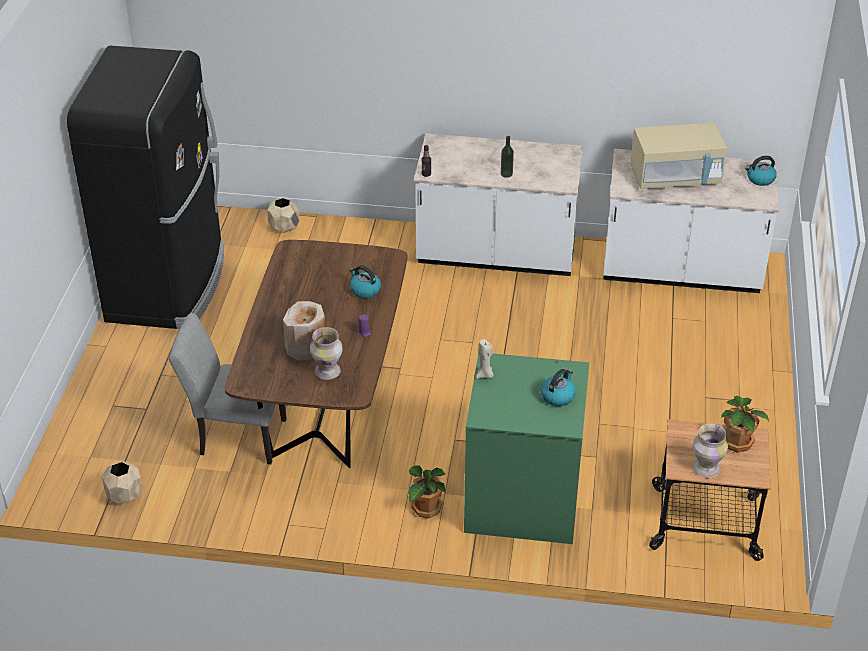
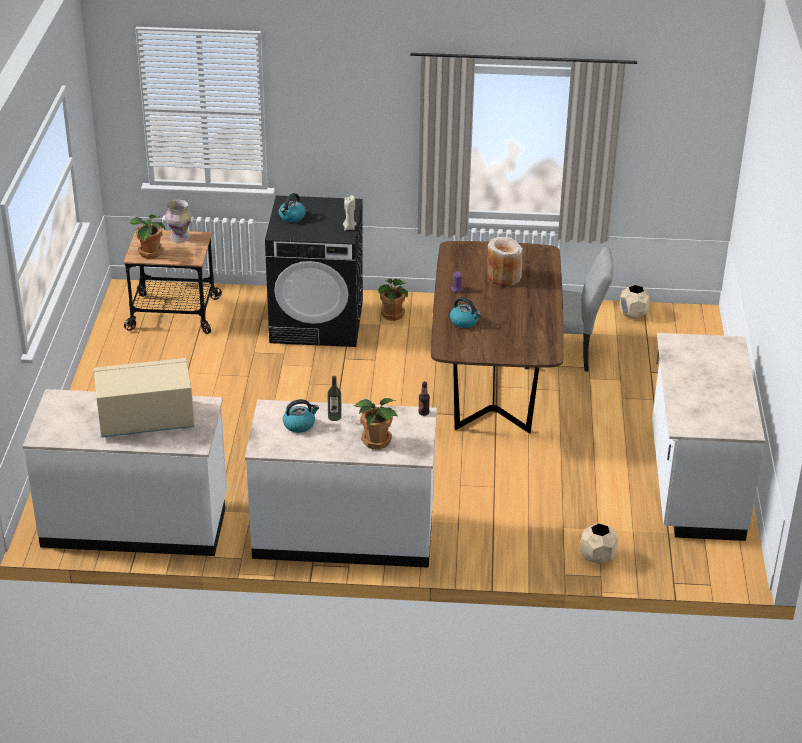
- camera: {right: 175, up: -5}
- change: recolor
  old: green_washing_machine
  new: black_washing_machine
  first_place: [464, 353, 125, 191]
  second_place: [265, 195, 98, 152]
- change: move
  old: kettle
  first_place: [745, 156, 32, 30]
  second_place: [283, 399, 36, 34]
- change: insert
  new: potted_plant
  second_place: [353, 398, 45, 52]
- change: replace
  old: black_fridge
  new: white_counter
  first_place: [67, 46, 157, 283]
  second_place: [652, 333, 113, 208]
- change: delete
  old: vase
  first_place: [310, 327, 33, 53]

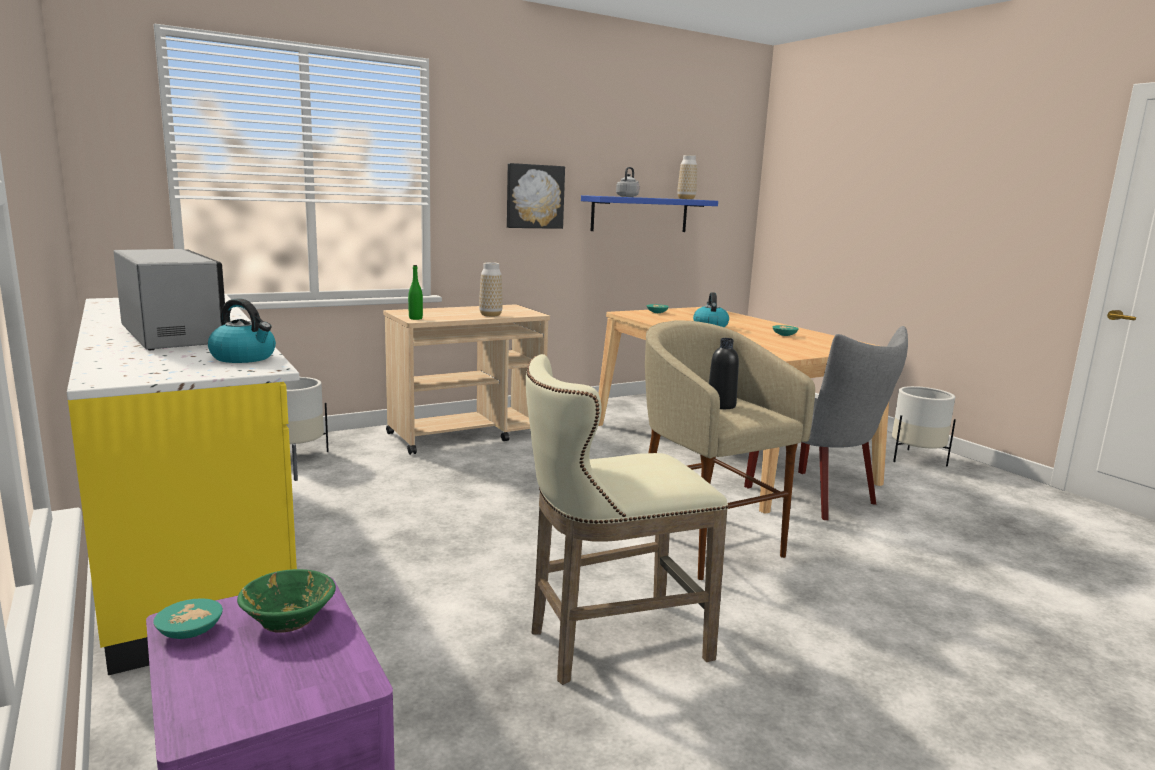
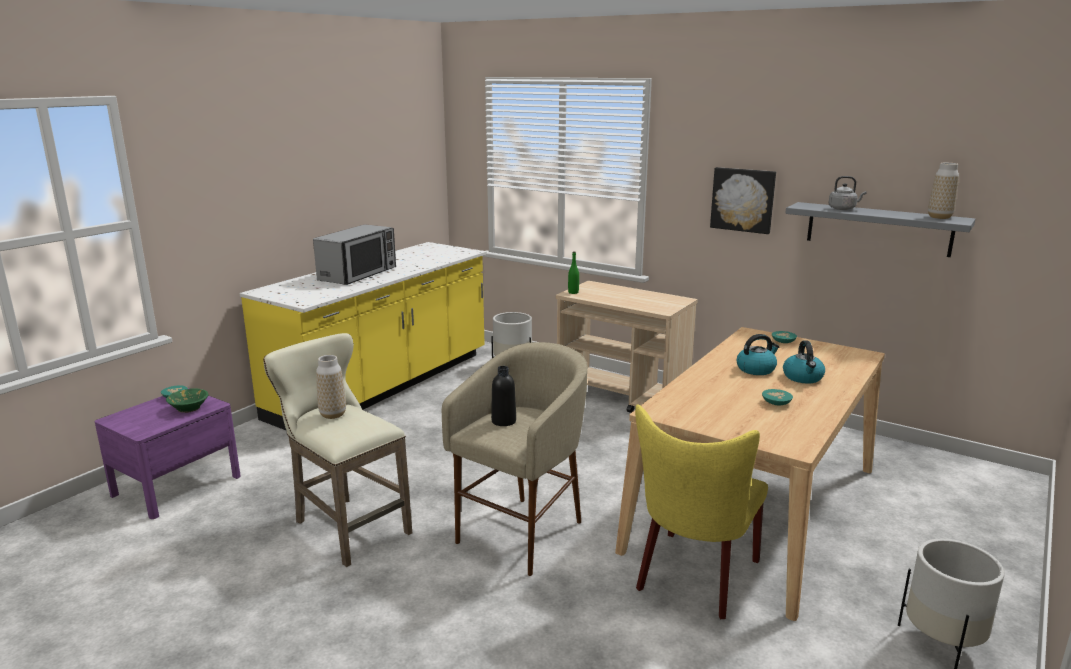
- camera: {right: 65, up: 5}
- change: move
  old: vase
  first_place: [479, 262, 24, 55]
  second_place: [316, 355, 30, 64]
- change: recolor
  old: grey_chair
  new: yellow_chair
  first_place: [744, 326, 164, 194]
  second_place: [635, 404, 133, 215]
- change: move
  old: kettle
  first_place: [208, 298, 68, 65]
  second_place: [783, 340, 42, 43]
- change: recolor
  old: blue_shelf
  new: grey_shelf
  first_place: [581, 195, 137, 37]
  second_place: [785, 202, 190, 55]

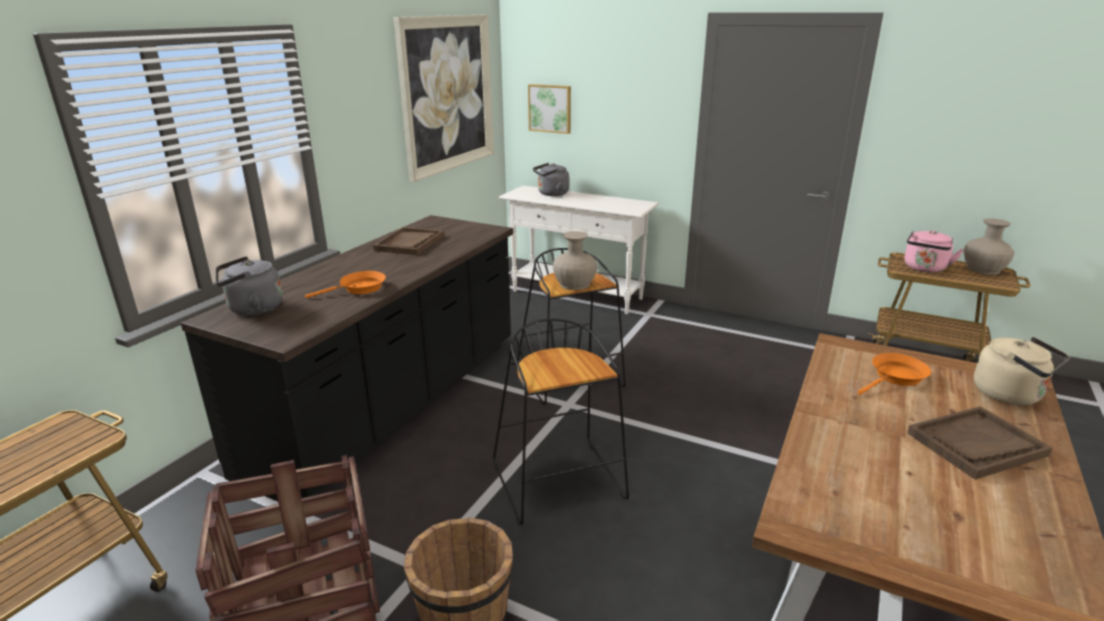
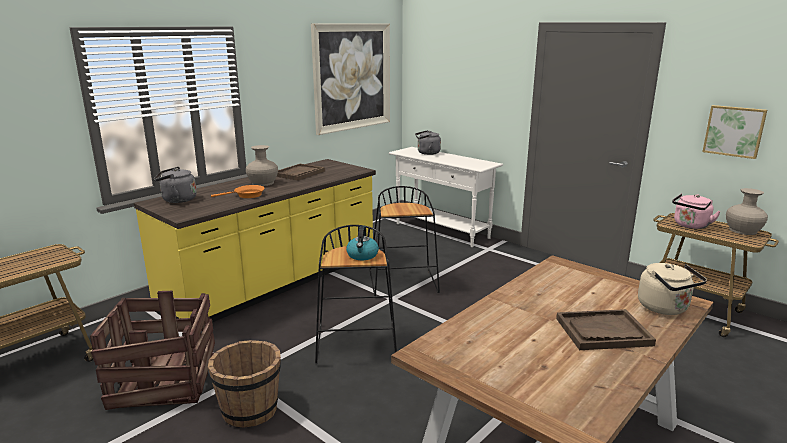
- camera: {right: 15, up: -5}
- change: recolor
  old: black_counter
  new: yellow_counter
  first_place: [181, 215, 332, 287]
  second_place: [134, 159, 242, 163]
- change: move
  old: beige_vase
  first_place: [553, 231, 44, 59]
  second_place: [246, 145, 32, 41]
- change: insert
  new: kettle
  second_place: [346, 226, 33, 34]
- change: move
  old: picture
  first_place: [528, 84, 43, 50]
  second_place: [702, 105, 65, 54]
- change: delete
  old: orange_frying_pan
  first_place: [858, 353, 73, 42]

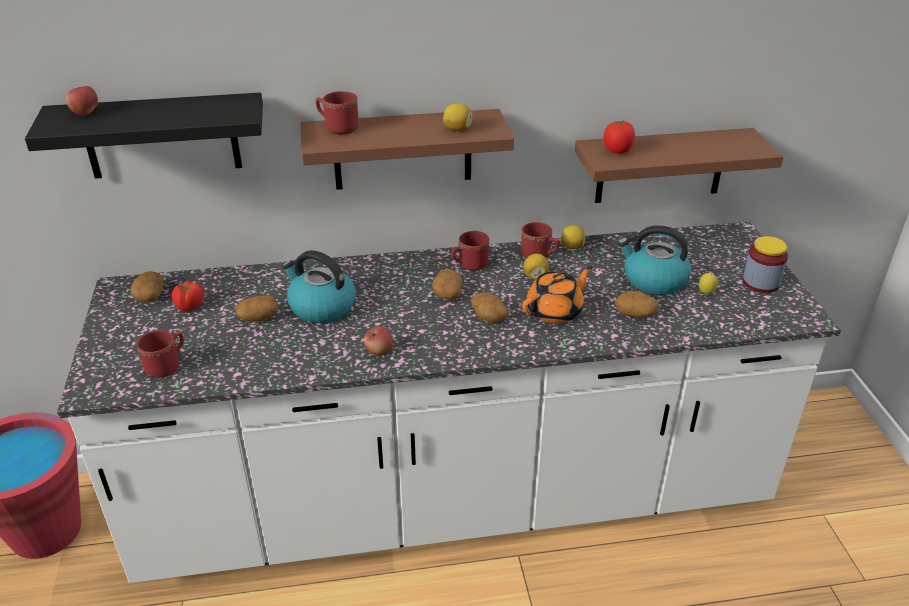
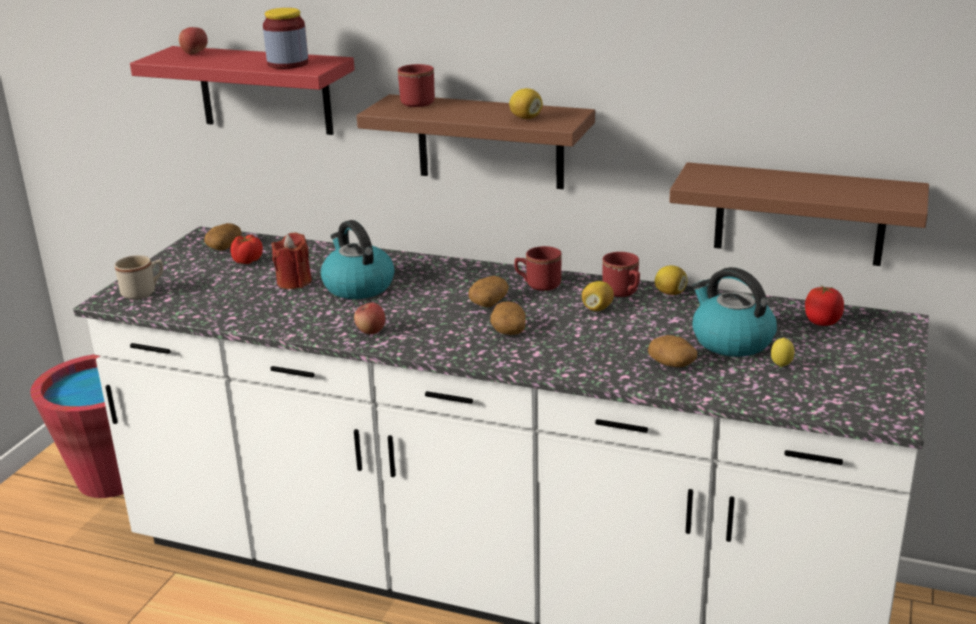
- camera: {right: 30, up: -10}
- change: insert
  new: beige_mug
  second_place: [114, 255, 49, 45]
- change: recolor
  old: black_shelf
  new: red_shelf
  first_place: [25, 93, 238, 86]
  second_place: [130, 46, 225, 89]
- change: move
  old: jar
  first_place: [743, 236, 45, 57]
  second_place: [263, 8, 45, 61]
- change: replace
  old: potato
  new: red_candle
  first_place: [236, 295, 42, 27]
  second_place: [272, 232, 40, 57]
- change: move
  old: tomato
  first_place: [603, 120, 32, 34]
  second_place: [805, 285, 39, 41]
- change: delete
  old: red_mug
  first_place: [137, 330, 47, 48]
- change: delete
  old: orange_teapot
  first_place: [522, 266, 71, 58]

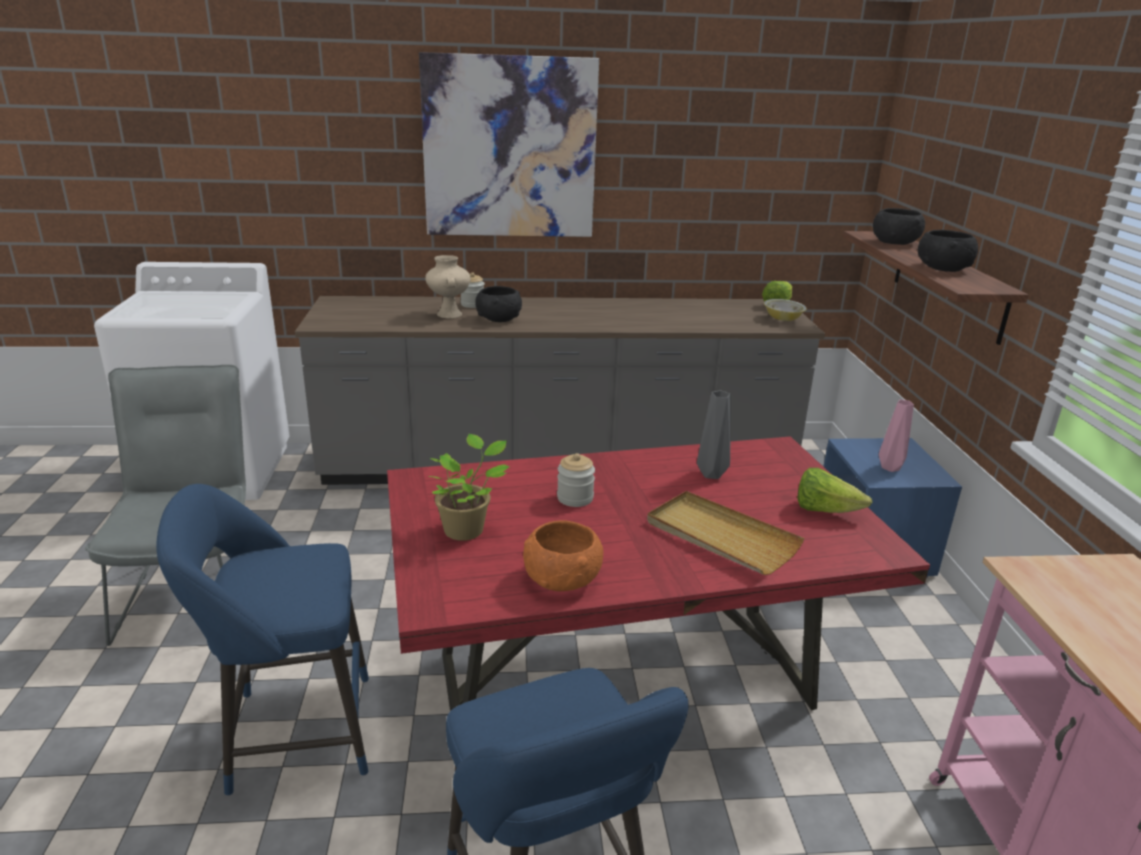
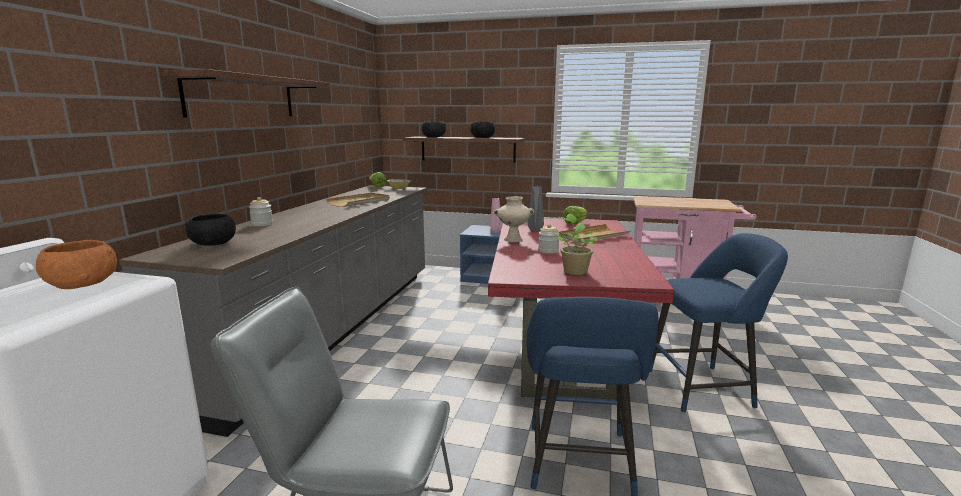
- camera: {right: -70, up: -10}
- change: move
  old: orange_bowl
  first_place: [523, 521, 80, 70]
  second_place: [36, 240, 81, 49]
- change: replace
  old: picture
  new: shelf
  first_place: [419, 52, 180, 185]
  second_place: [162, 69, 168, 48]
- change: move
  old: black_bowl
  first_place: [475, 286, 47, 36]
  second_place: [185, 214, 51, 32]
- change: insert
  new: beige_tray
  second_place: [326, 193, 64, 14]
- change: move
  old: beige_vase
  first_place: [425, 255, 46, 63]
  second_place: [494, 196, 40, 46]

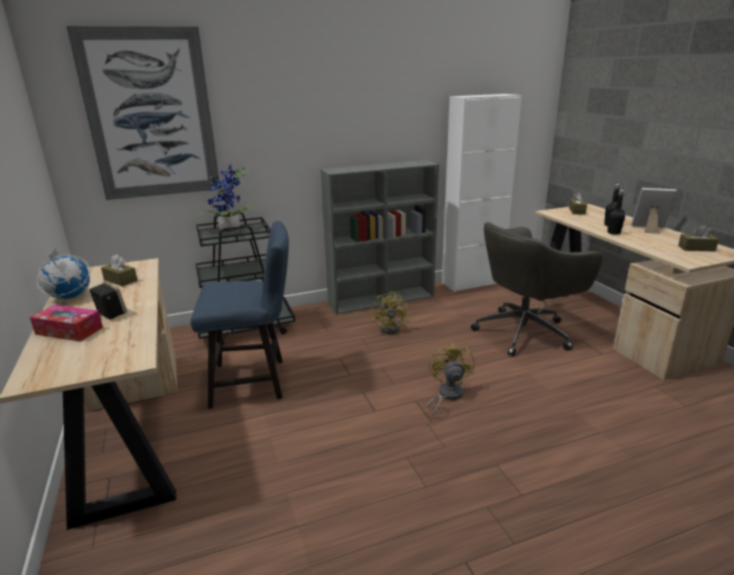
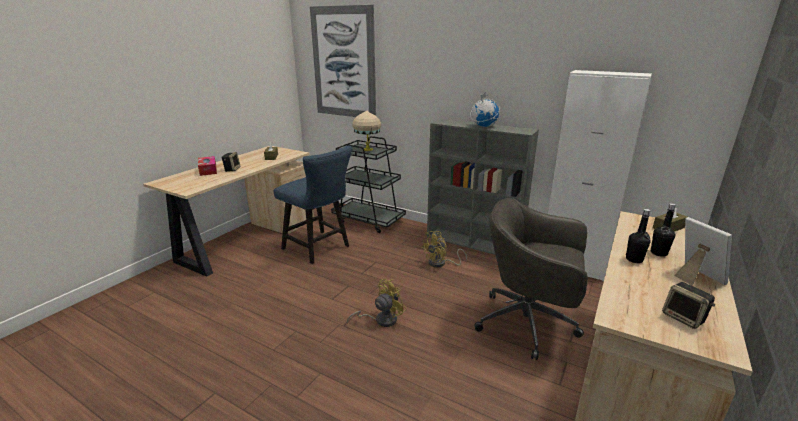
- camera: {right: 50, up: 0}
- change: replace
  old: potted_plant
  new: beige_table_lamp
  first_place: [199, 165, 59, 69]
  second_place: [352, 111, 29, 40]
- change: move
  old: globe
  first_place: [37, 248, 53, 51]
  second_place: [470, 92, 30, 35]
- change: replace
  old: brown_tissue_box
  new: speaker
  first_place: [678, 225, 41, 26]
  second_place: [662, 282, 53, 47]

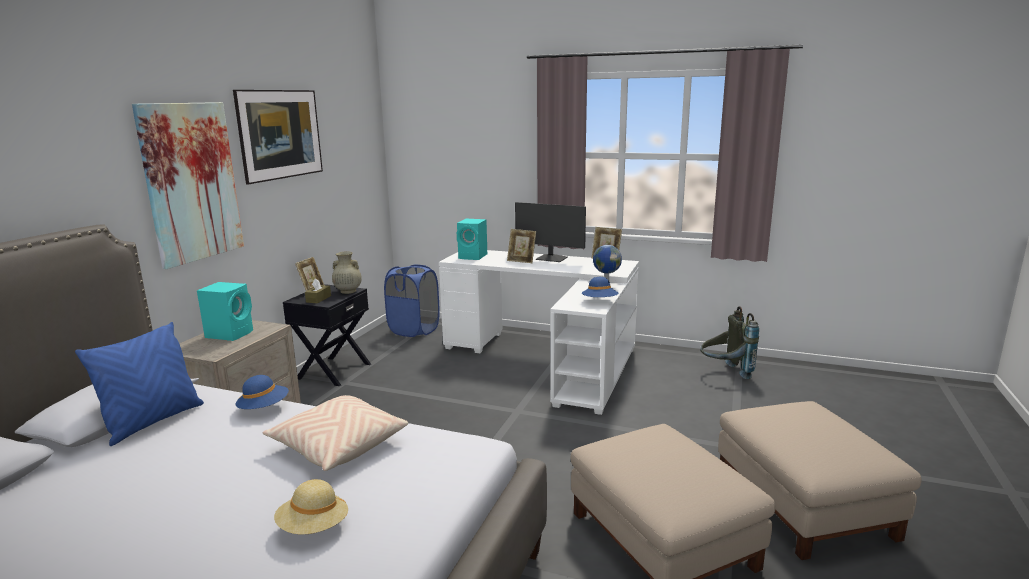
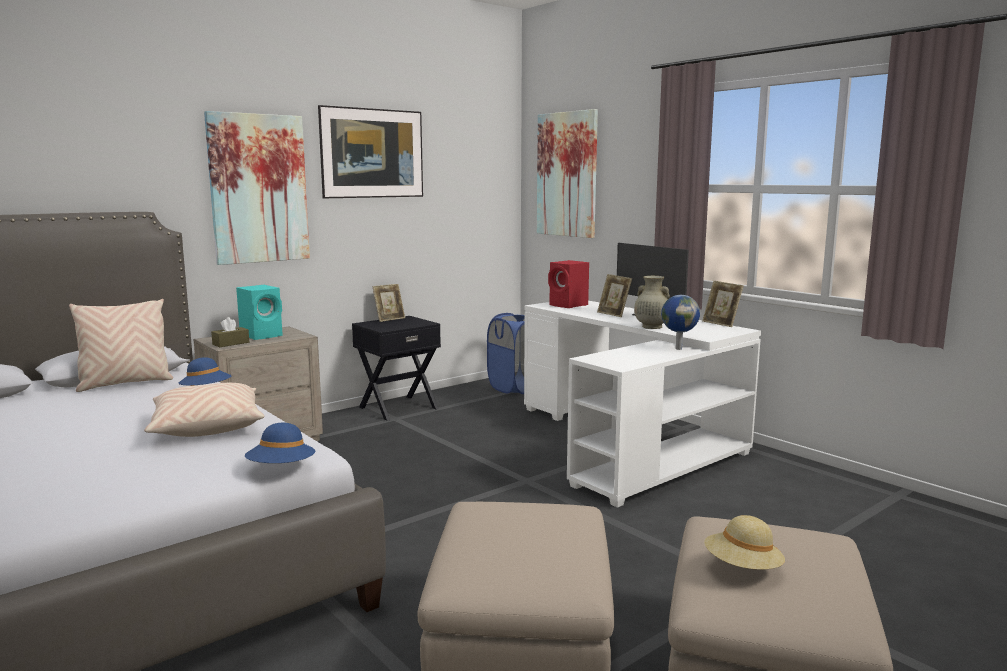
- camera: {right: 30, up: -5}
- change: recolor
  old: blue_pillow
  new: beige_pillow
  first_place: [75, 322, 129, 124]
  second_place: [69, 299, 104, 93]
- change: move
  old: brown_tissue_box
  first_place: [305, 279, 26, 24]
  second_place: [211, 317, 38, 30]
- change: move
  old: blue_hat
  first_place: [582, 277, 36, 20]
  second_place: [245, 423, 70, 40]
- change: insert
  new: picture
  second_place: [537, 109, 61, 129]
- change: recolor
  old: turquoise_speaker
  new: red_speaker
  first_place: [457, 219, 30, 41]
  second_place: [548, 260, 41, 48]
- change: move
  old: beige_vase
  first_place: [332, 251, 30, 43]
  second_place: [634, 276, 36, 53]
- change: move
  old: beige_hat
  first_place: [274, 479, 74, 56]
  second_place: [704, 515, 81, 55]
- change: delete
  old: grey_backpack
  first_place: [700, 306, 59, 73]

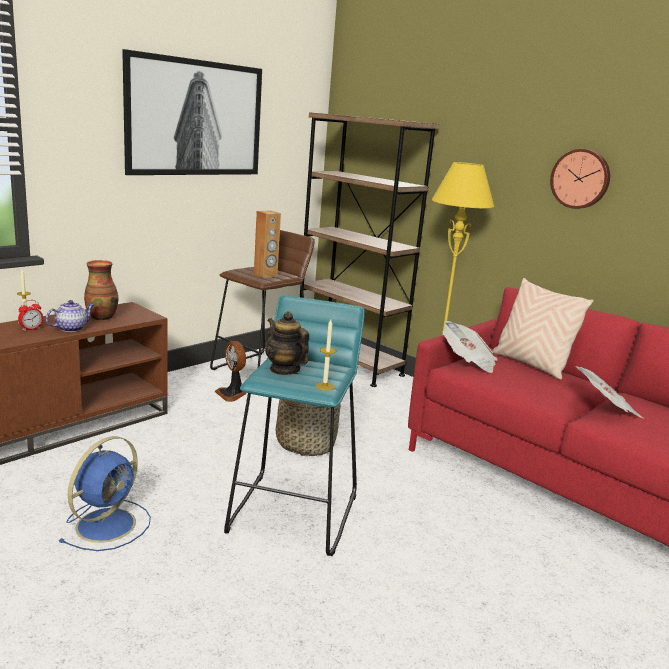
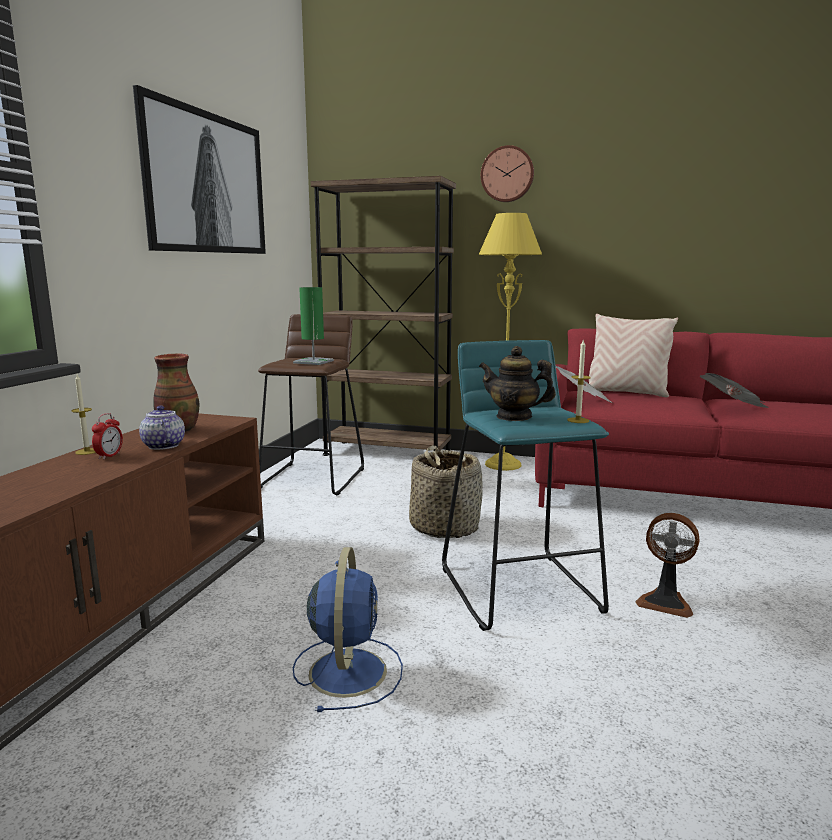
- camera: {right: -25, up: -5}
- change: rotate
  old: teapot
  first_place: [46, 300, 48, 32]
  second_place: [139, 406, 46, 44]
  degrees: -45
- change: replace
  old: brown_speaker
  new: green_table_lamp
  first_place: [254, 210, 27, 68]
  second_place: [293, 287, 41, 78]
- change: move
  old: wall_clock
  first_place: [550, 149, 60, 60]
  second_place: [481, 145, 53, 57]
- change: move
  old: fan
  first_place: [214, 341, 33, 61]
  second_place: [636, 513, 64, 105]

